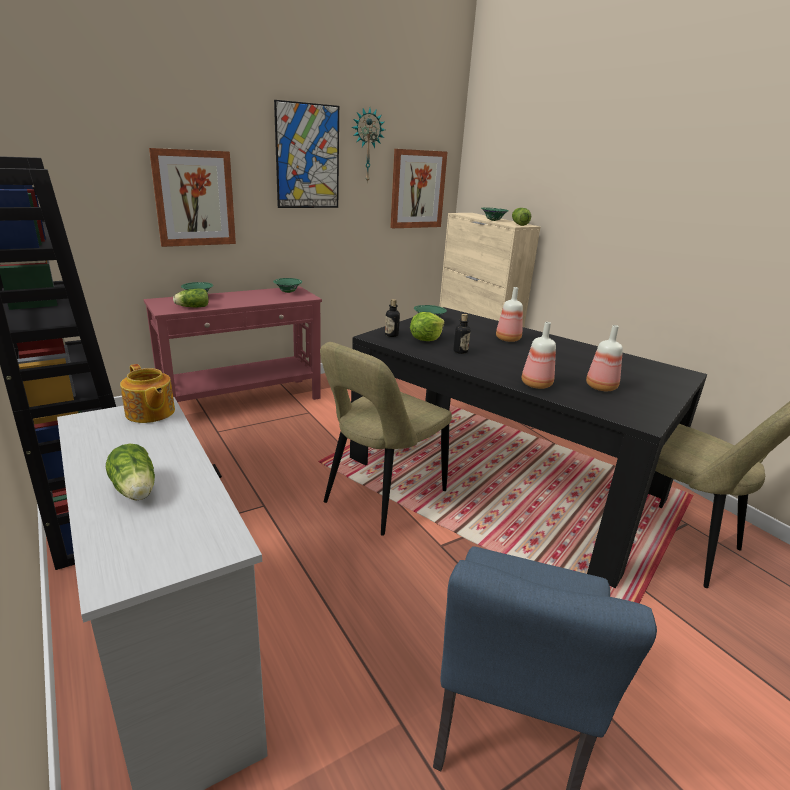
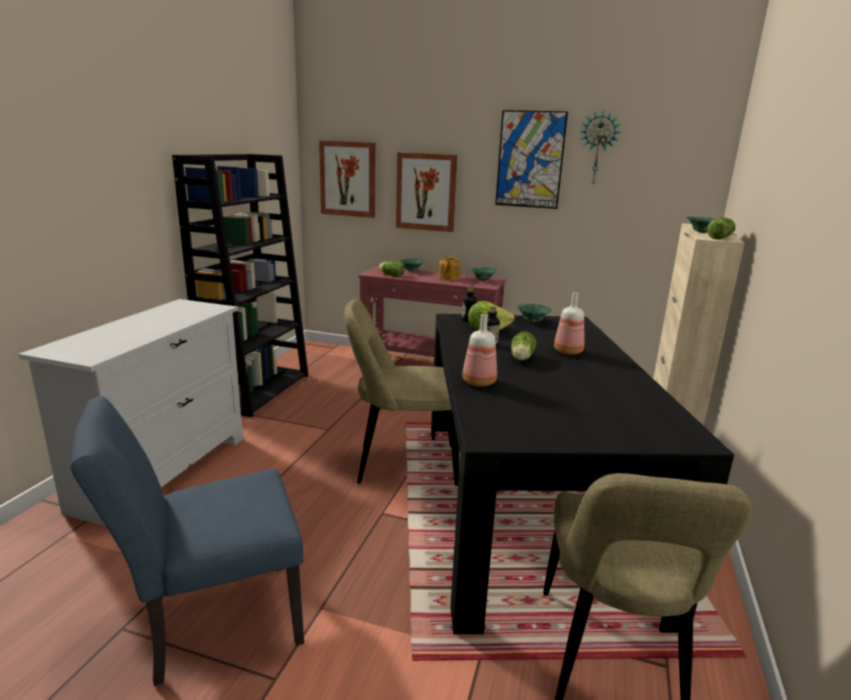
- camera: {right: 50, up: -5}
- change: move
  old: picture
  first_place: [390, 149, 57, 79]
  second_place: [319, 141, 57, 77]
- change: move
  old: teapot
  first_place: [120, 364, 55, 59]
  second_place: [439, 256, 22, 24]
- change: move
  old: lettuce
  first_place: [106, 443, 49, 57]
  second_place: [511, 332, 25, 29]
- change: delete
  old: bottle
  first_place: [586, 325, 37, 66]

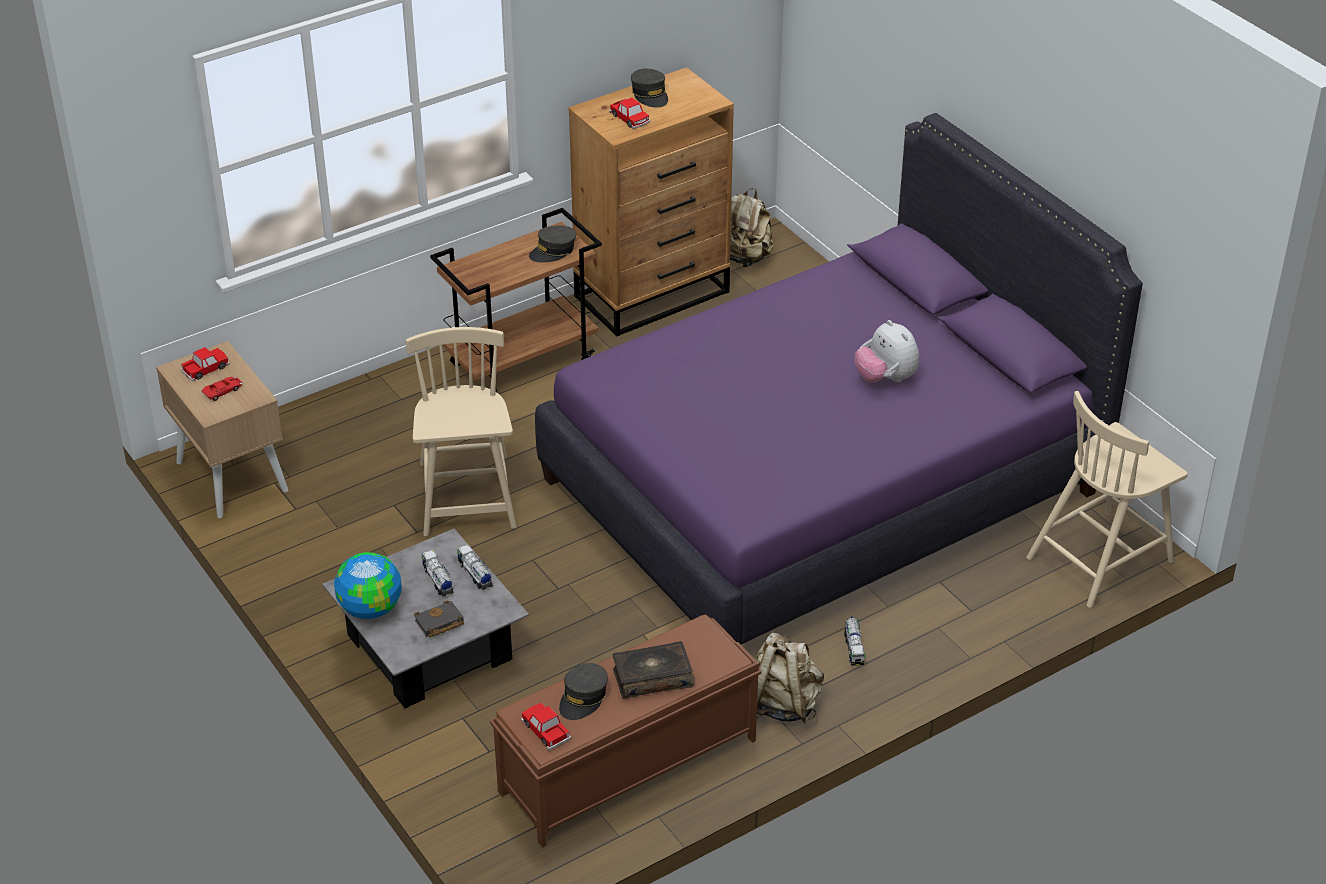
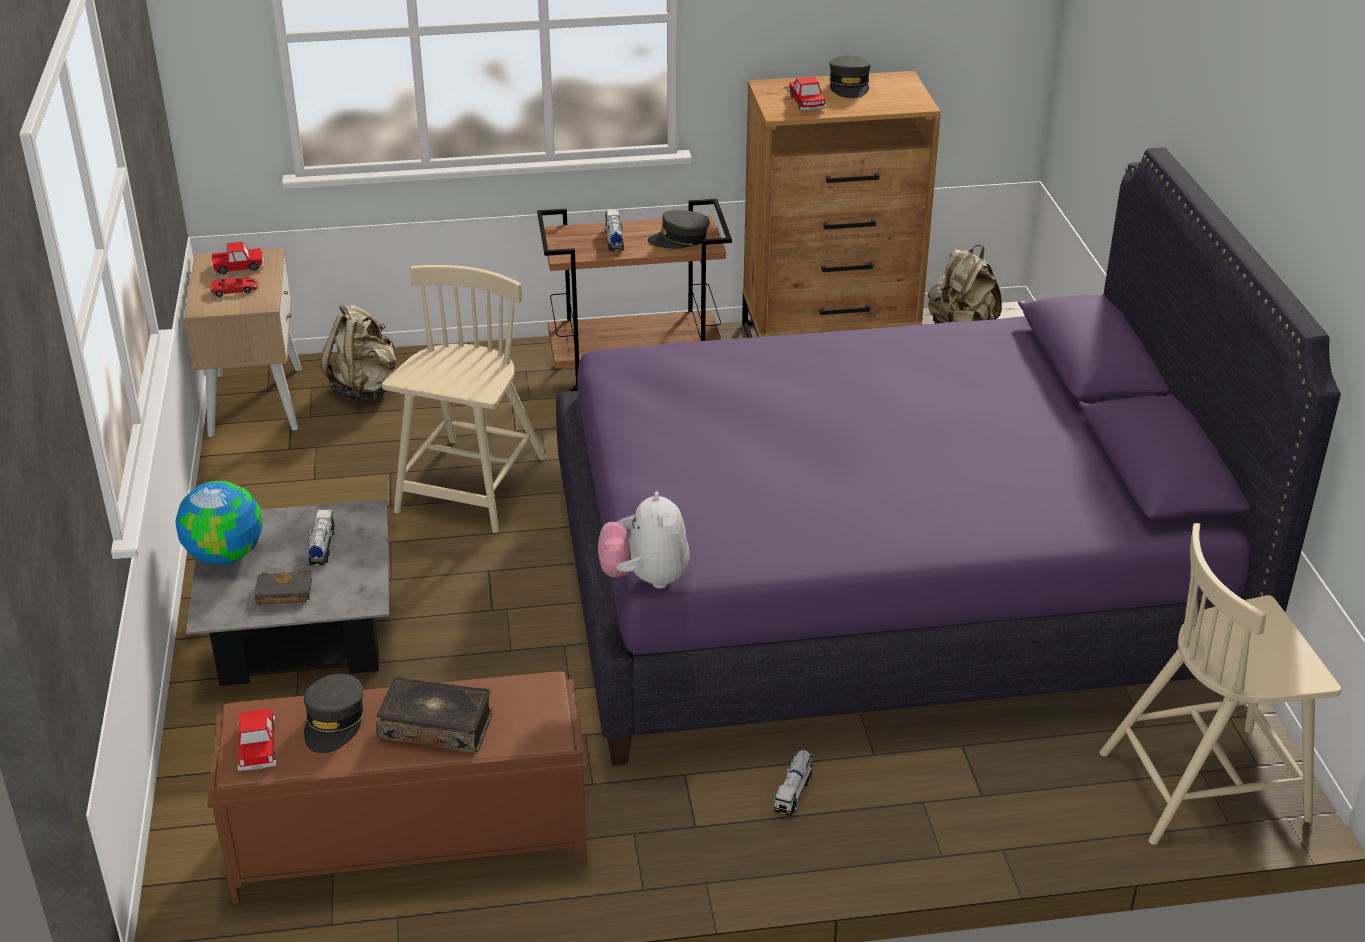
- camera: {right: 25, up: -5}
- change: rotate
  old: grey_cap
  first_place: [559, 663, 49, 57]
  second_place: [304, 674, 60, 79]
  degrees: -45
- change: move
  old: beige_backpack
  first_place: [757, 633, 67, 90]
  second_place: [320, 305, 76, 96]
- change: move
  old: plush_toy
  first_place: [854, 320, 65, 63]
  second_place: [598, 491, 92, 98]
- change: move
  old: toy_truck
  first_place: [457, 544, 36, 46]
  second_place: [605, 210, 19, 41]

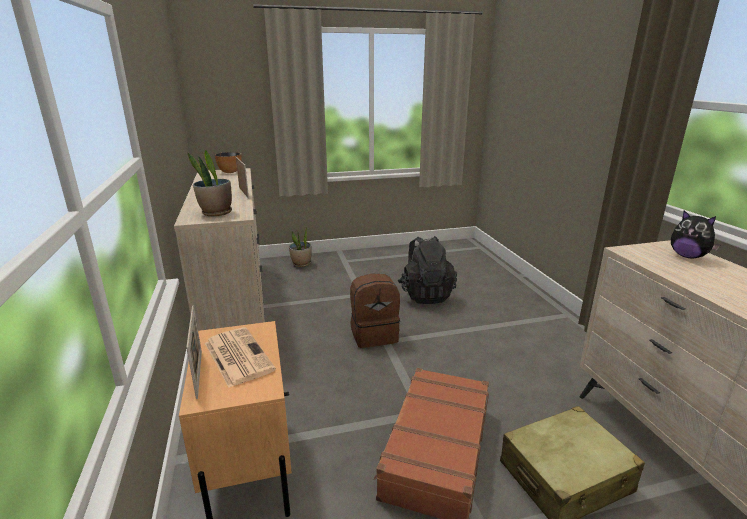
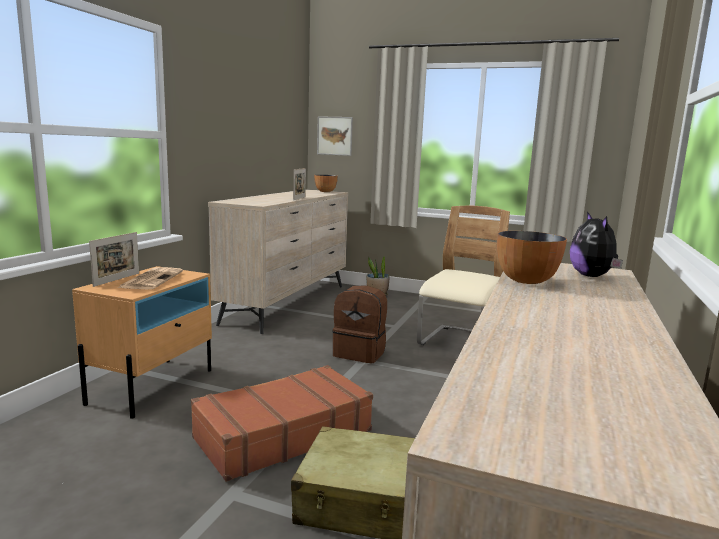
- camera: {right: 35, up: -10}
- change: insert
  new: picture
  second_place: [317, 116, 36, 40]
- change: replace
  old: black_backpack
  new: beige_chair
  first_place: [398, 236, 59, 68]
  second_place: [417, 206, 93, 139]
- change: insert
  new: bowl
  second_place: [497, 231, 70, 53]
- change: delete
  old: potted_plant
  first_place: [188, 150, 44, 66]

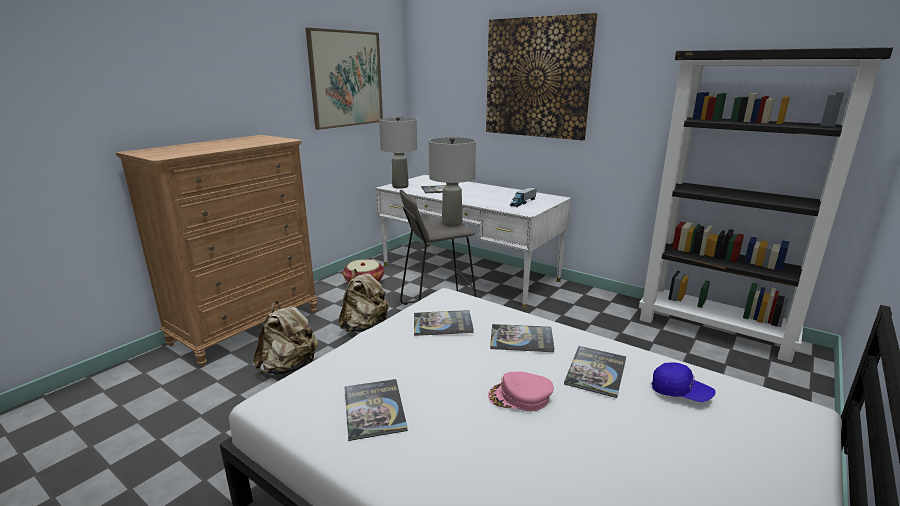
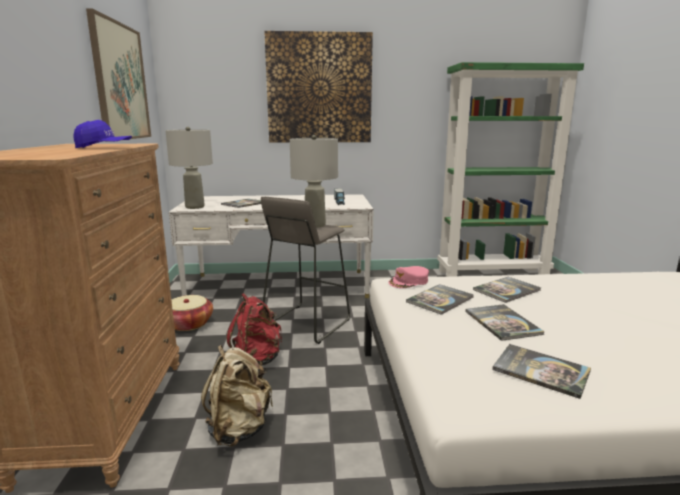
- camera: {right: -40, up: -5}
- change: move
  old: blue_cap
  first_place: [652, 363, 64, 39]
  second_place: [73, 120, 59, 28]
- change: recolor
  old: beige_backpack
  new: red_backpack
  first_place: [339, 269, 50, 63]
  second_place: [226, 293, 56, 73]
- change: move
  old: pink_cap
  first_place: [488, 371, 66, 40]
  second_place: [389, 266, 40, 22]
- change: recolor
  old: black_bookcase
  new: green_bookcase
  first_place: [639, 47, 254, 316]
  second_place: [437, 62, 147, 215]
- change: move
  old: book
  first_place: [564, 346, 62, 52]
  second_place: [465, 304, 80, 37]

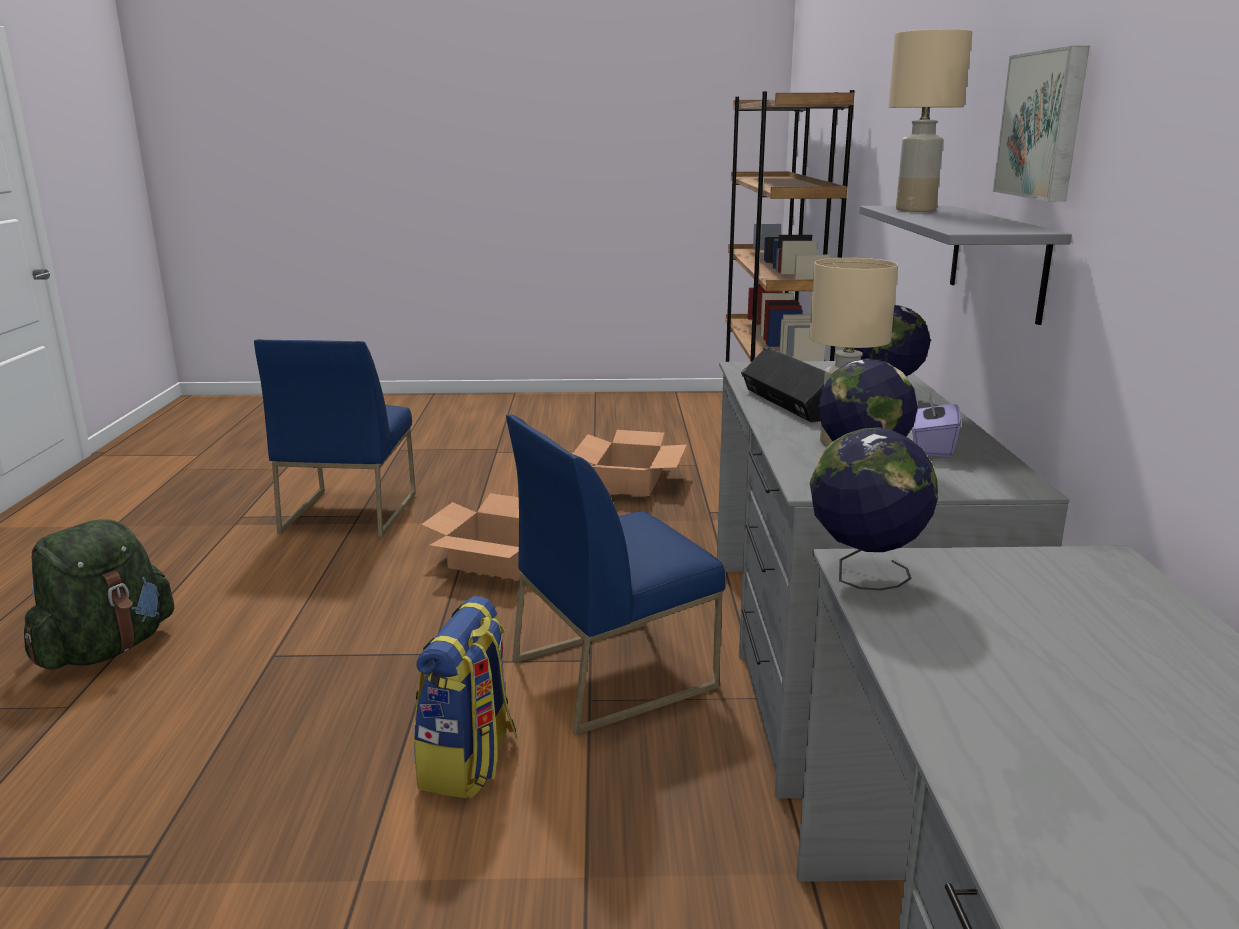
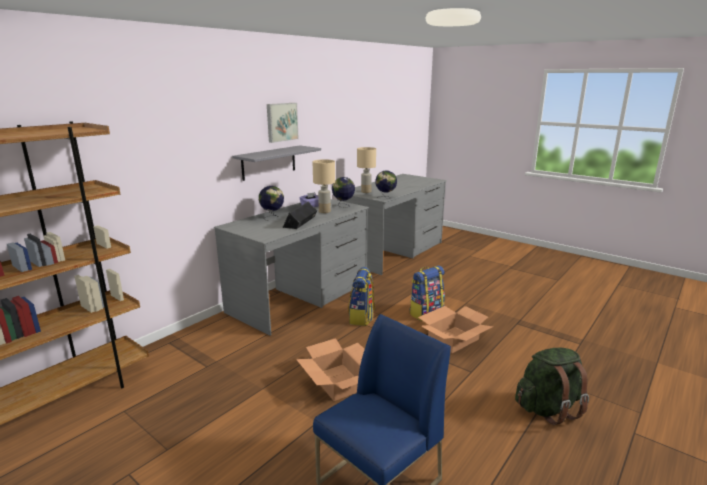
- camera: {right: -140, up: 0}
- change: replace
  old: blue_chair
  new: backpack
  first_place: [506, 415, 219, 320]
  second_place: [348, 267, 28, 59]
- change: move
  old: beige_table_lamp
  first_place: [889, 29, 83, 183]
  second_place: [357, 147, 19, 46]
- change: move
  old: cardboard_box
  first_place: [573, 430, 114, 66]
  second_place: [418, 306, 75, 47]

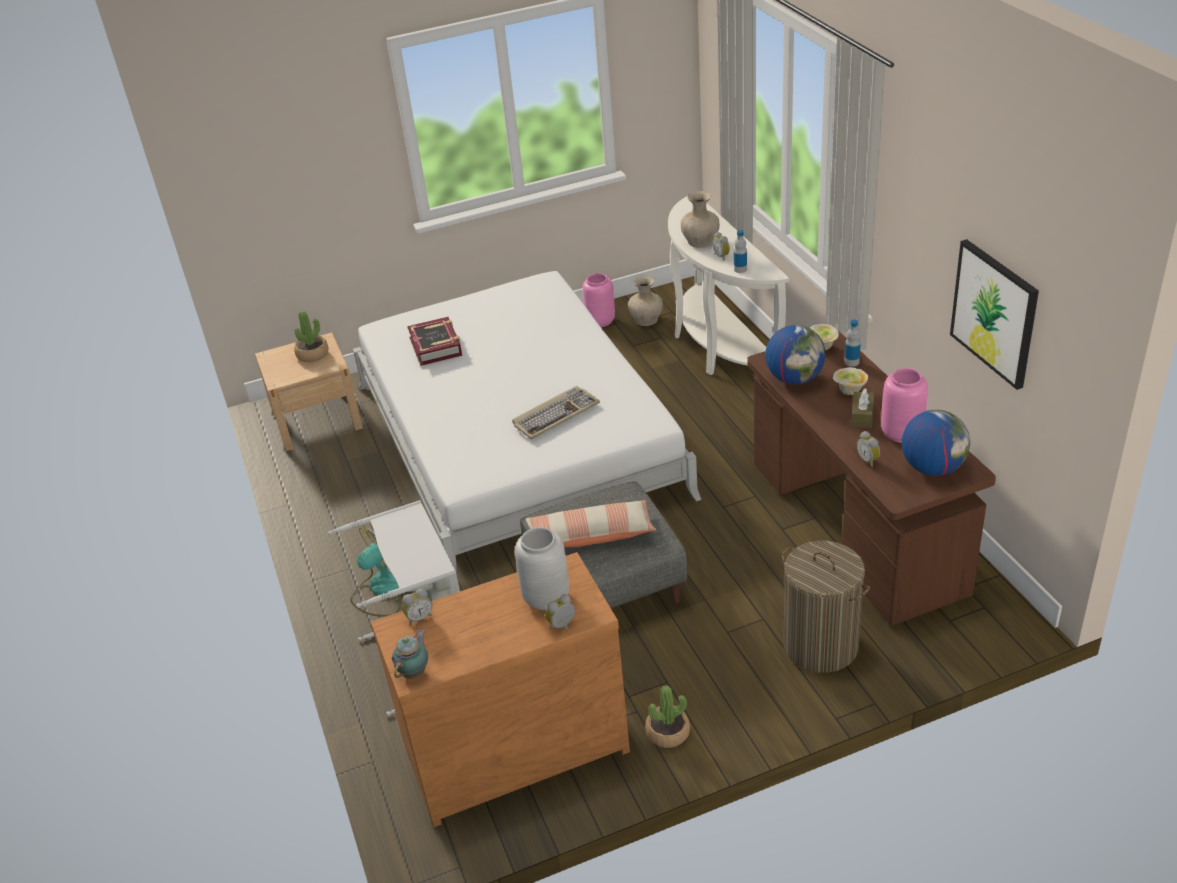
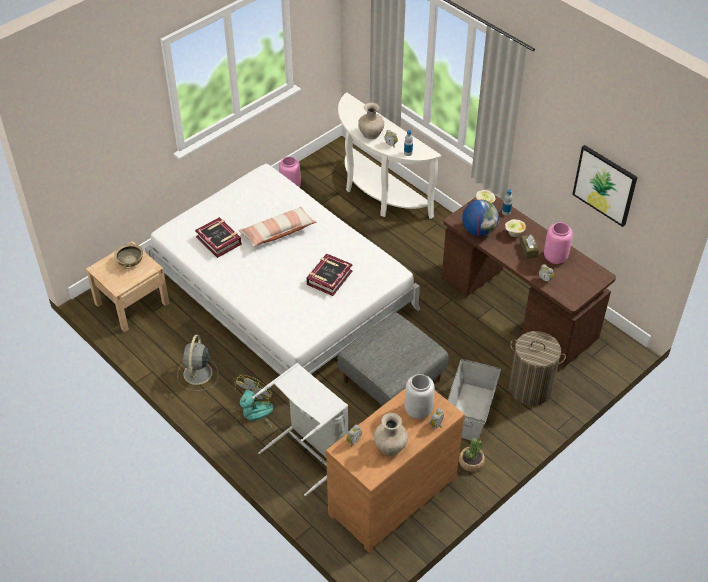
- camera: {right: -25, up: 10}
- change: replace
  old: potted_plant
  new: beige_bowl
  first_place: [294, 311, 35, 51]
  second_place: [114, 243, 29, 26]
- change: insert
  new: grey_fan
  second_place: [177, 335, 41, 56]
- change: move
  old: pillow
  first_place: [526, 500, 130, 48]
  second_place: [238, 207, 79, 40]
- change: replace
  old: keyboard
  new: book
  first_place: [512, 386, 88, 53]
  second_place: [307, 253, 46, 43]
- change: move
  old: beige_vase
  first_place: [628, 276, 35, 50]
  second_place: [374, 413, 34, 43]
- change: insert
  new: grey_storage_box
  second_place: [448, 359, 53, 82]
- change: delete
  old: teapot
  first_place: [392, 630, 36, 49]
- change: delete
  old: globe
  first_place: [902, 410, 68, 66]

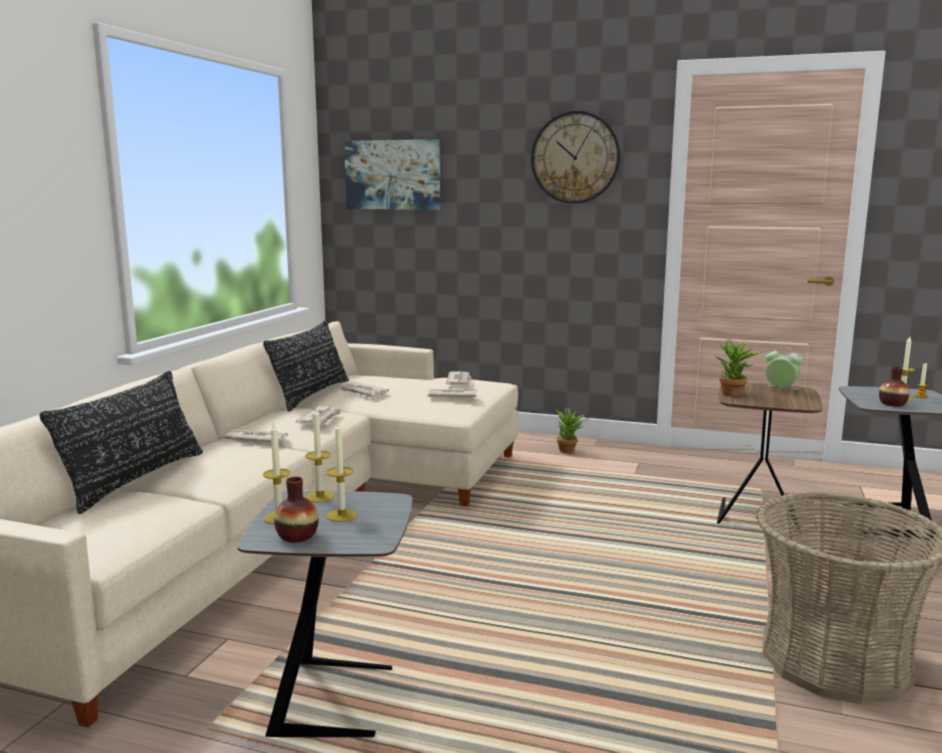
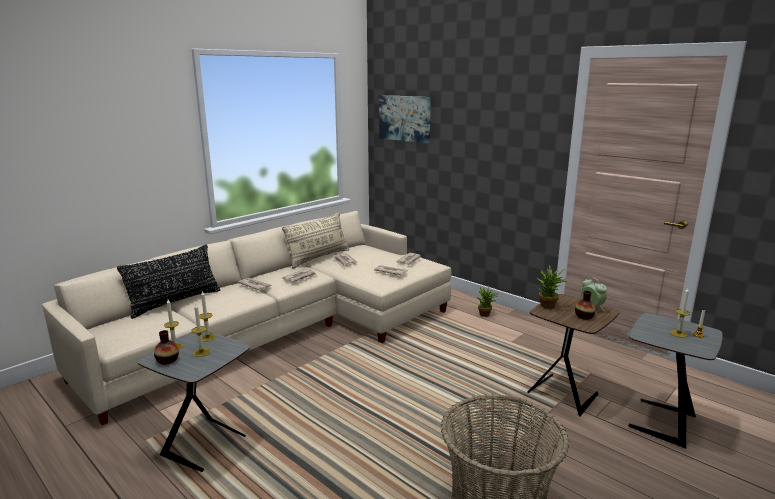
- camera: {right: 25, up: 5}
- change: recolor
  old: black_pillow
  new: beige_pillow
  first_place: [263, 320, 86, 92]
  second_place: [282, 212, 68, 57]
- change: move
  old: vase
  first_place: [879, 366, 31, 40]
  second_place: [575, 291, 21, 29]
- change: delete
  old: wall_clock
  first_place: [531, 111, 89, 93]

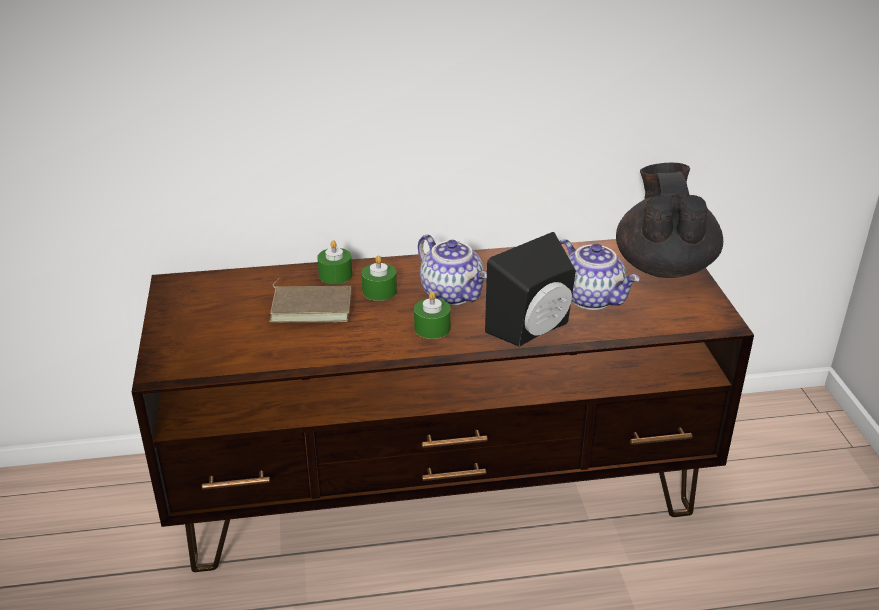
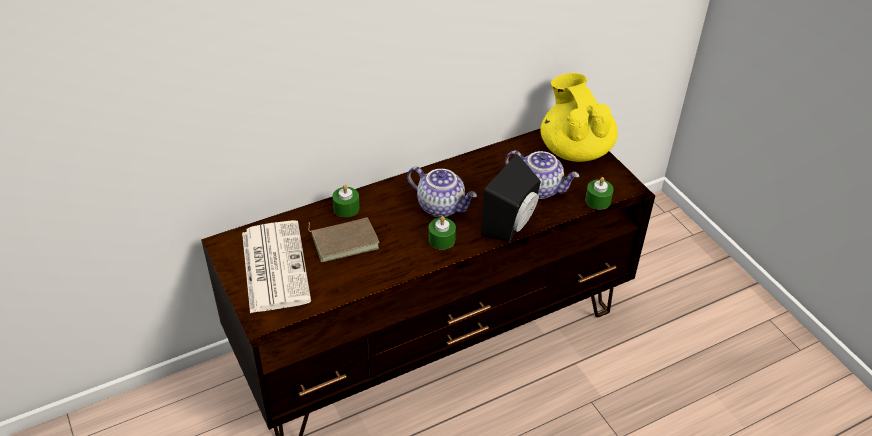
- camera: {right: -20, up: 10}
- change: insert
  new: newspaper
  second_place: [242, 220, 69, 93]
- change: recolor
  old: black_teapot
  new: yellow_teapot
  first_place: [616, 163, 107, 115]
  second_place: [540, 73, 78, 89]
- change: move
  old: green_candle
  first_place: [362, 256, 35, 45]
  second_place: [585, 177, 29, 32]

